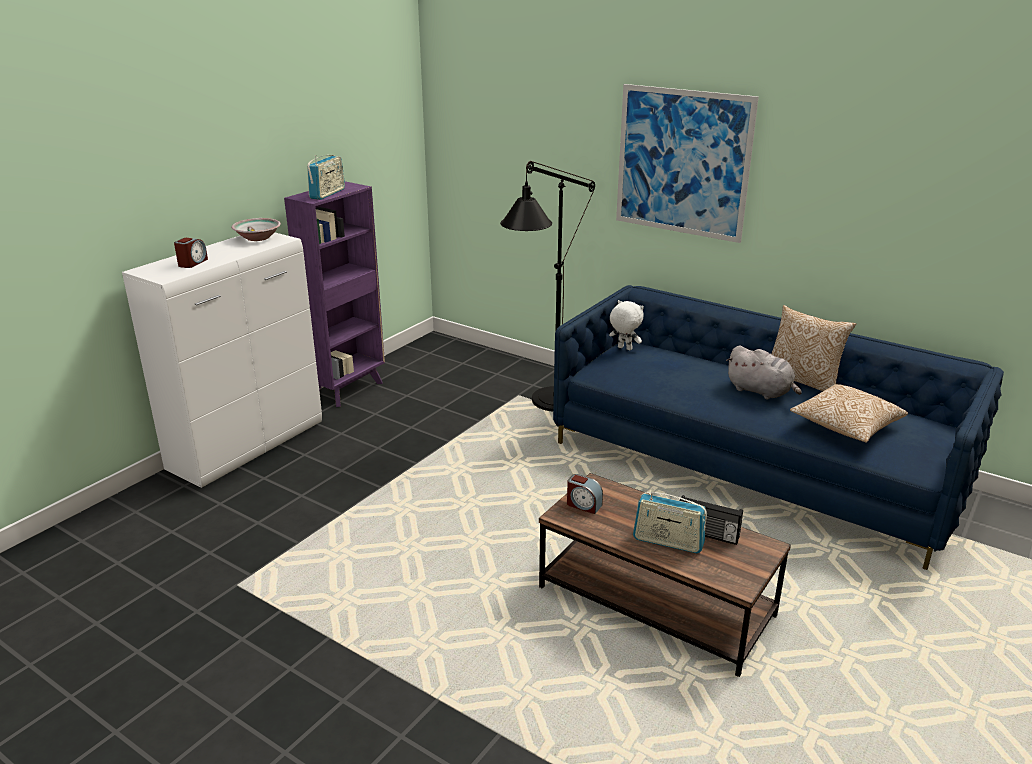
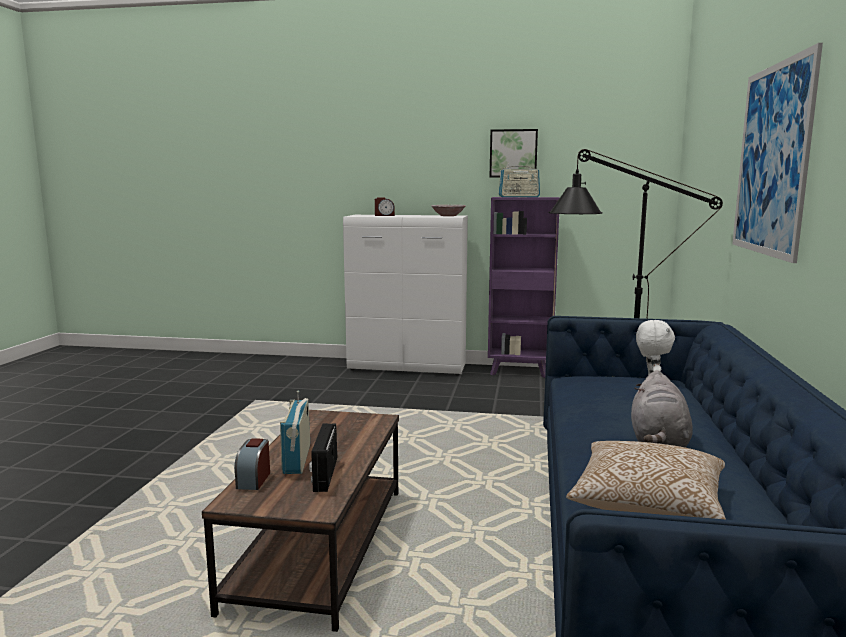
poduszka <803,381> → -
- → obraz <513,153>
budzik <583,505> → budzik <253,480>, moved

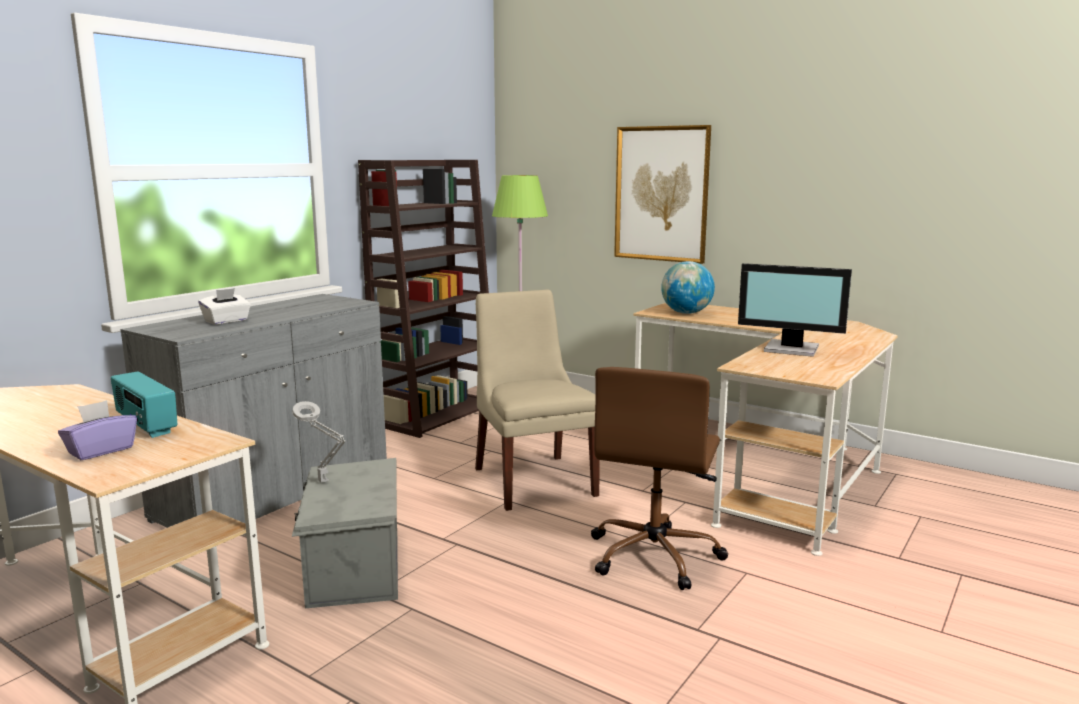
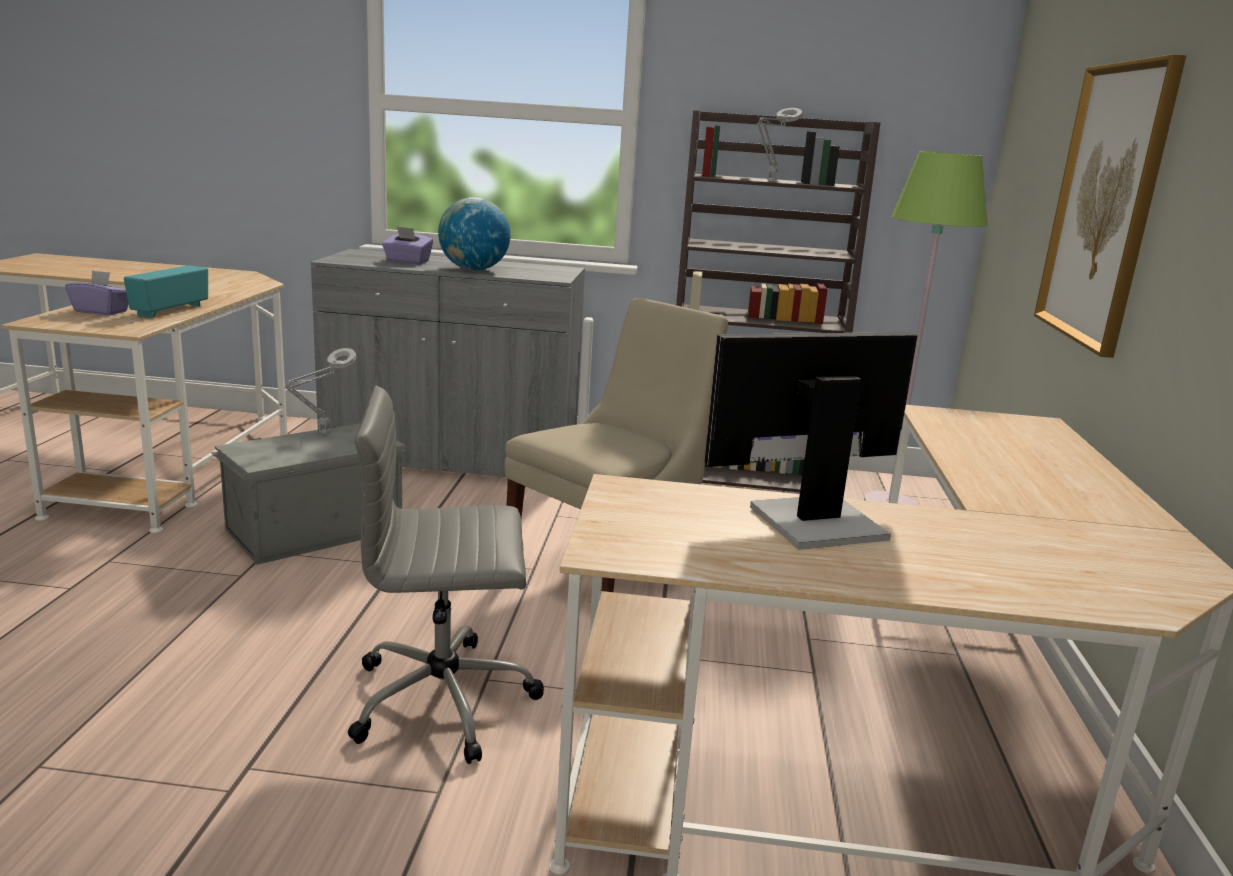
- → lampa stołowa/szary <770,181>
globus <686,313> → globus <473,270>, moved
pudełko chusteczek/biały <227,321> → pudełko chusteczek/fioletowy <407,261>
krzesło biurowe/brązowy <654,555> → krzesło biurowe/szary <446,699>
monitor <792,349> → monitor <812,521>, 75 degrees clockwise

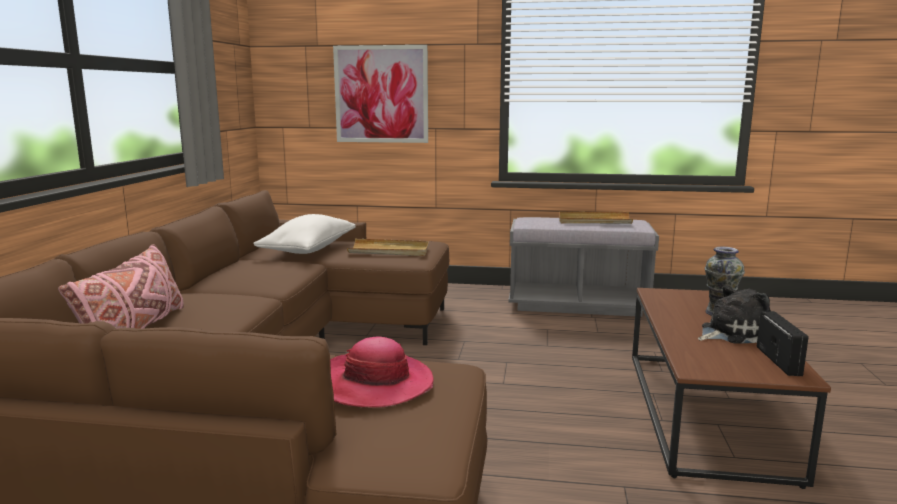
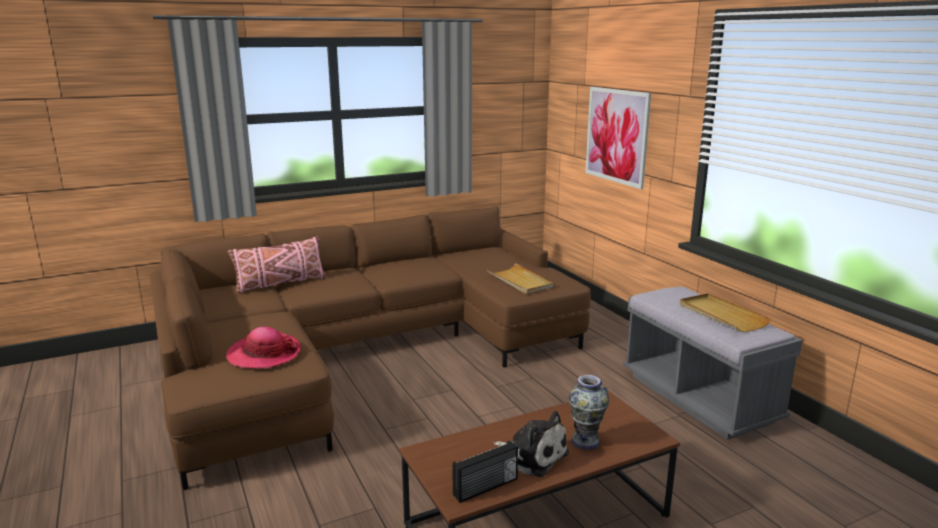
poduszka/biały <308,250> → -

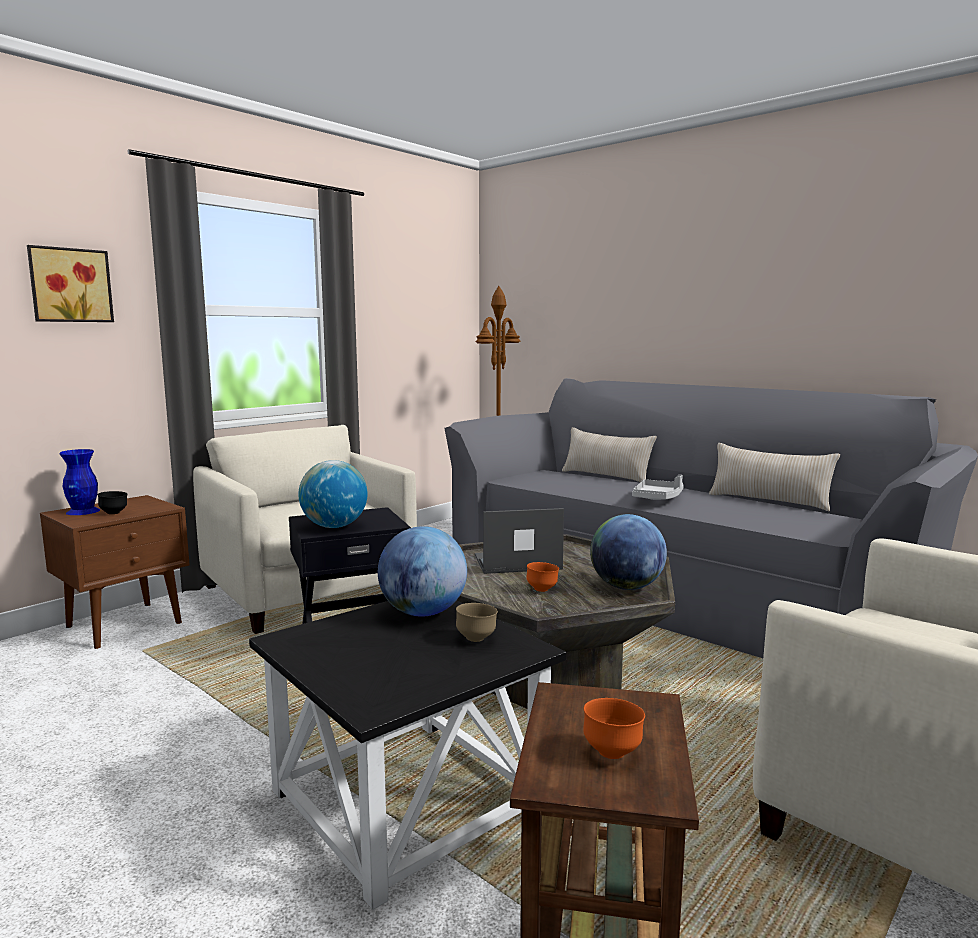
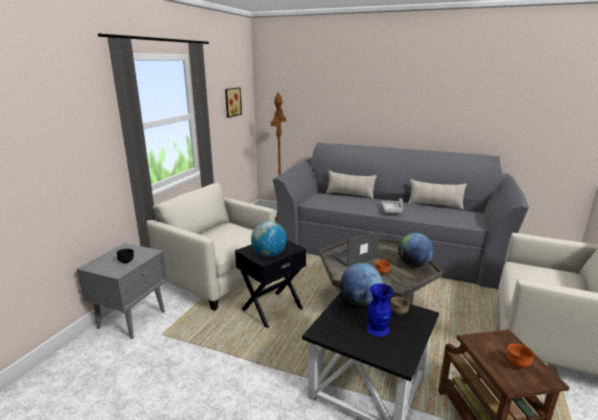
obraz <70,285> → obraz <232,102>, moved
wazon/niebieski <83,511> → wazon/niebieski <378,329>, moved
szafka nocna/brązowy <126,624> → szafka nocna/szary <133,319>

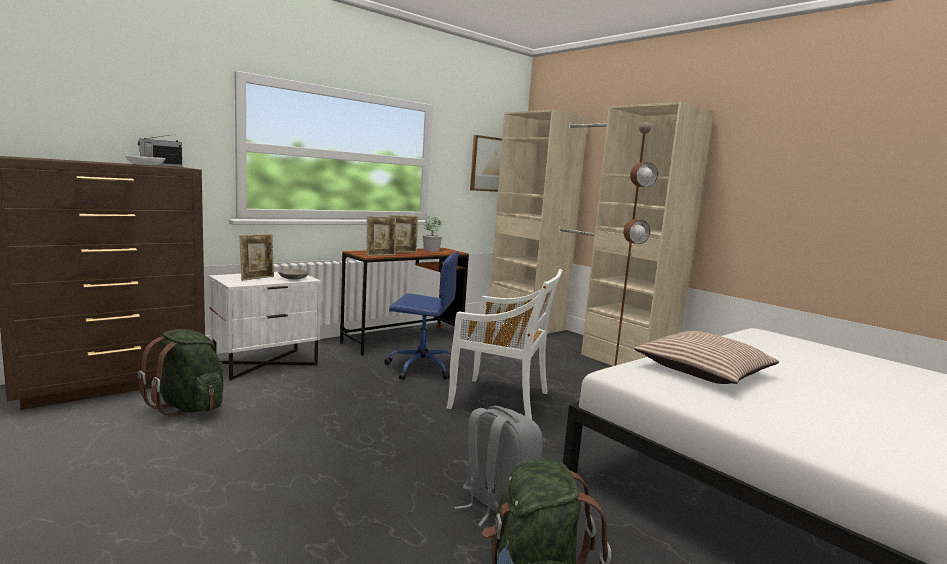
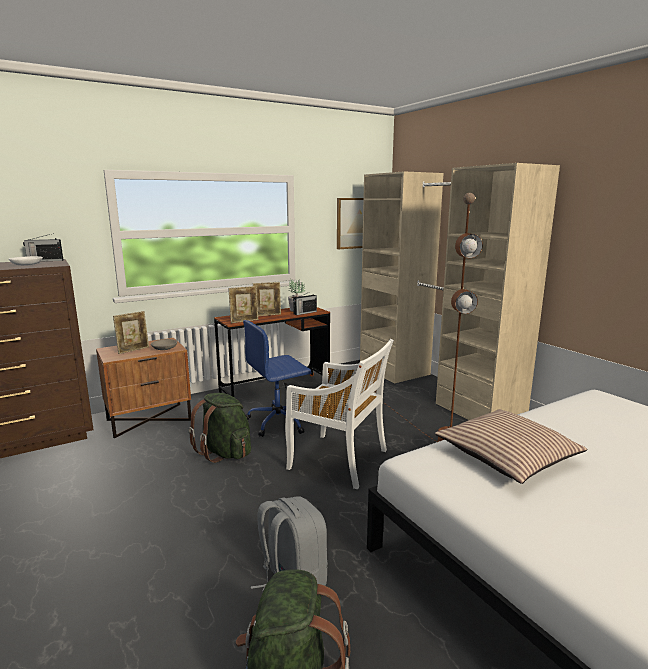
- → radio <304,313>
plecak/zielony <188,407> → plecak/zielony <225,452>, moved
szafka nocna/biały <266,363> → szafka nocna/brązowy <149,419>
krzesło biurowe/niebieski <420,367> → krzesło biurowe/niebieski <279,422>, 135 degrees clockwise

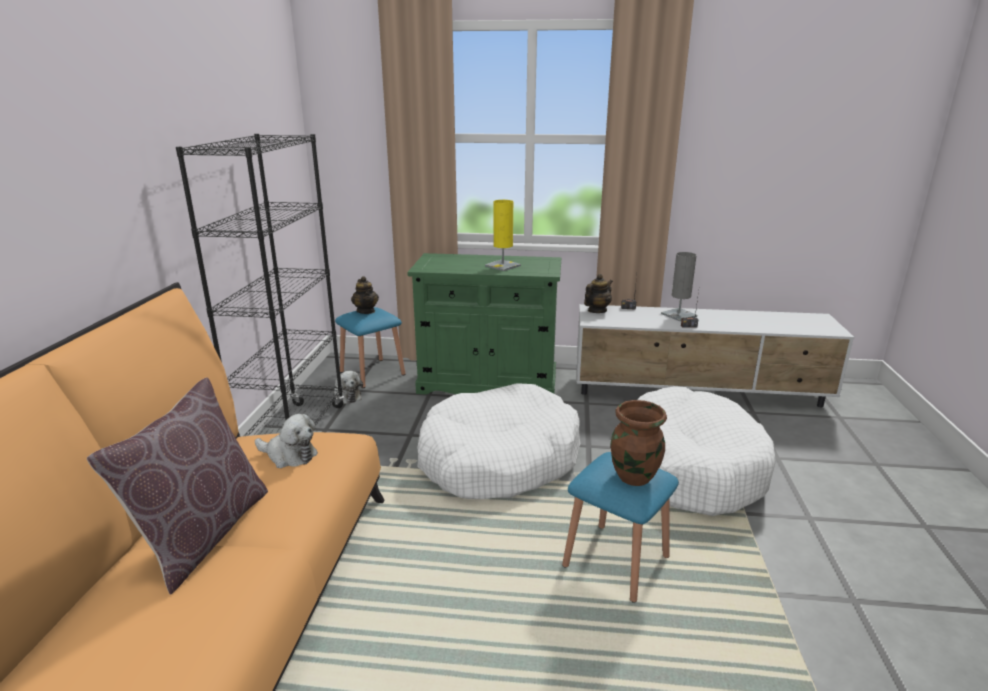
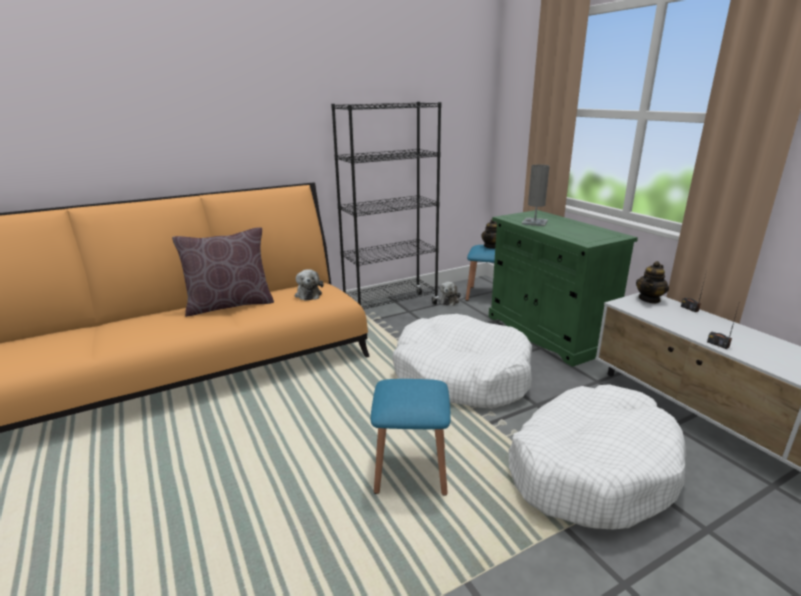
lampa stołowa/żółty <503,266> → -
wazon/brązowy <634,477> → -
lampa stołowa/szary <678,315> → lampa stołowa/szary <534,222>, moved
imbryk <597,311> → imbryk <649,299>, 120 degrees clockwise

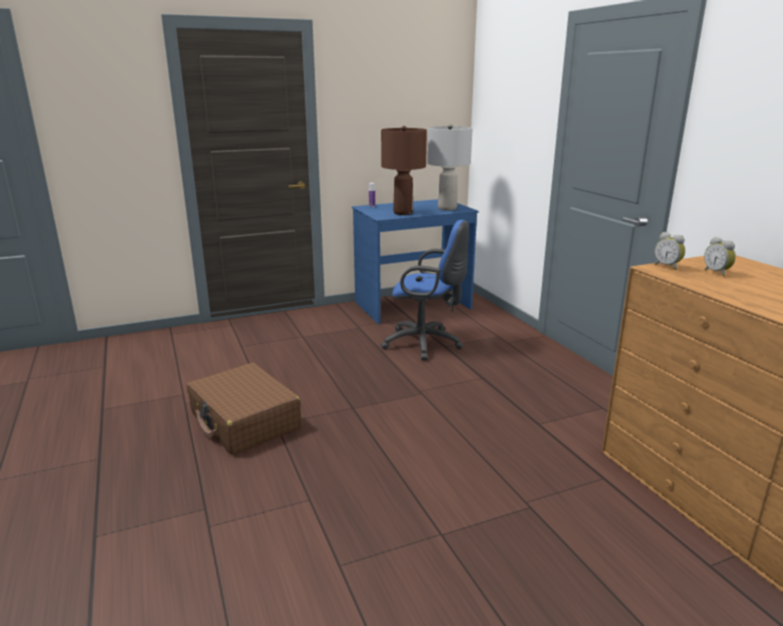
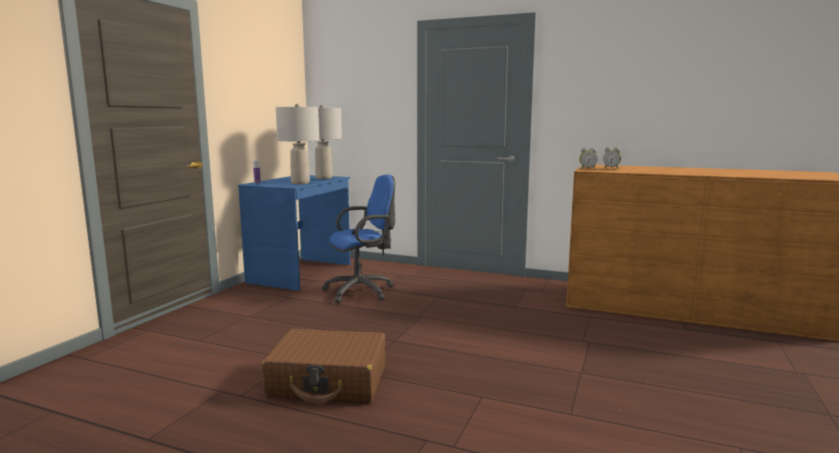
lampa stołowa/brązowy <402,213> → lampa stołowa/szary <300,183>

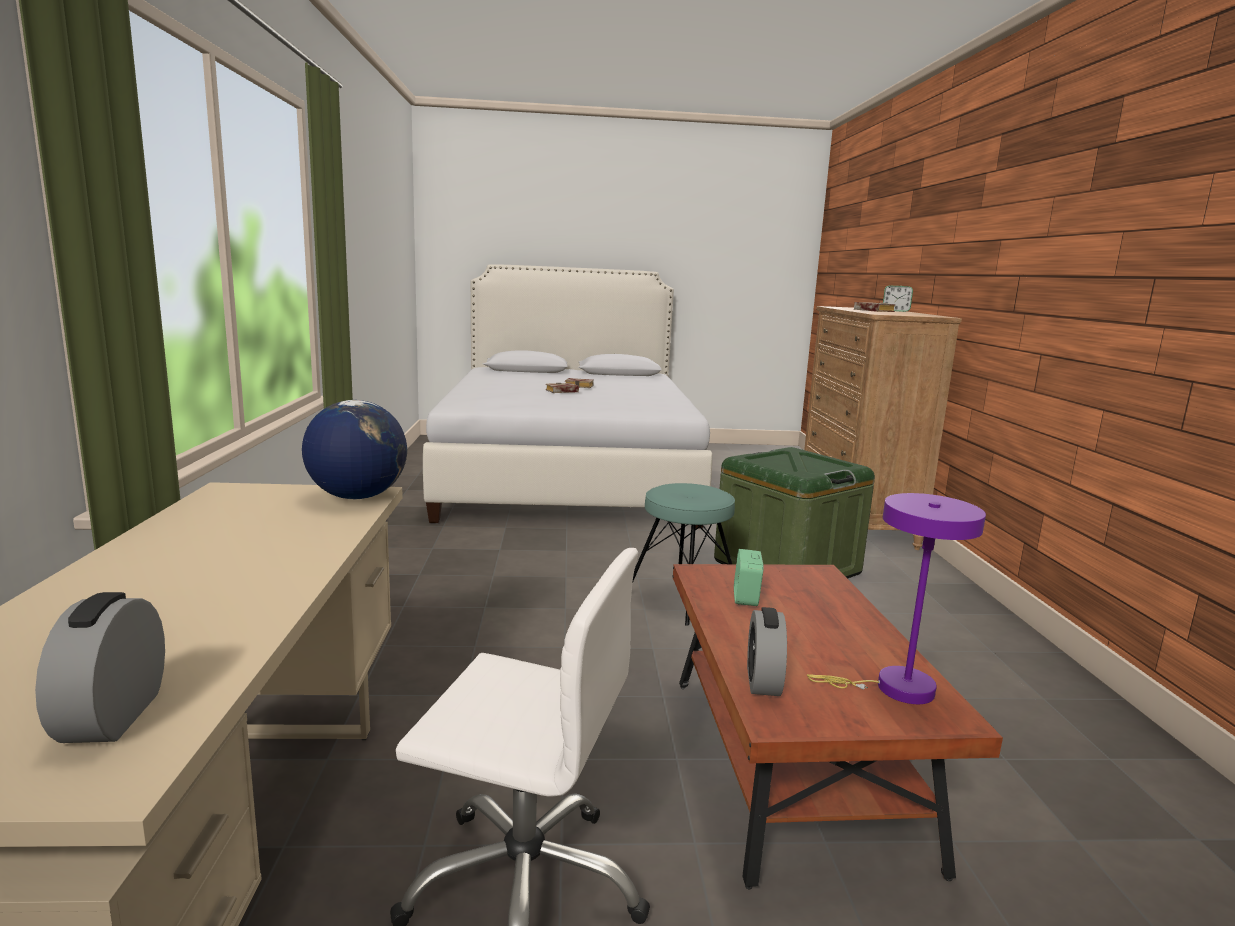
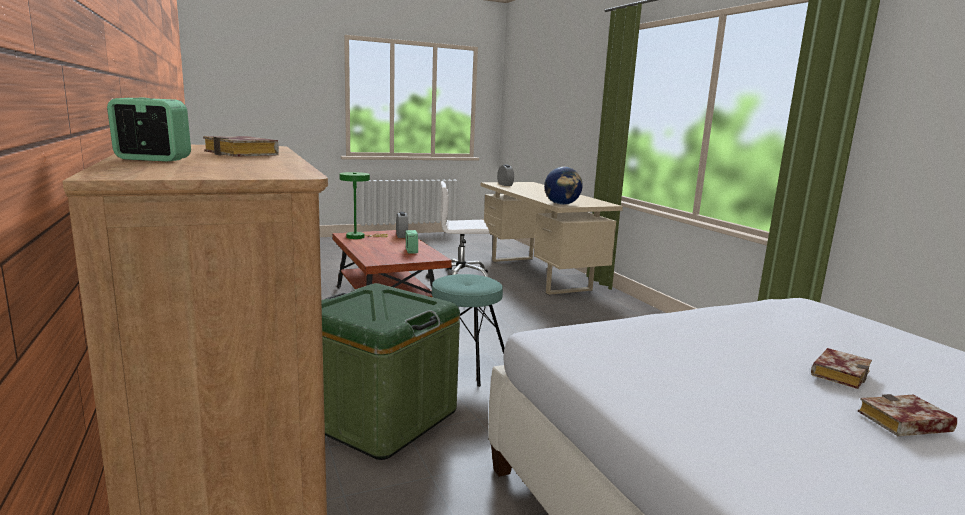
lampa stołowa/fioletowy <894,689> → lampa stołowa/zielony <359,237>

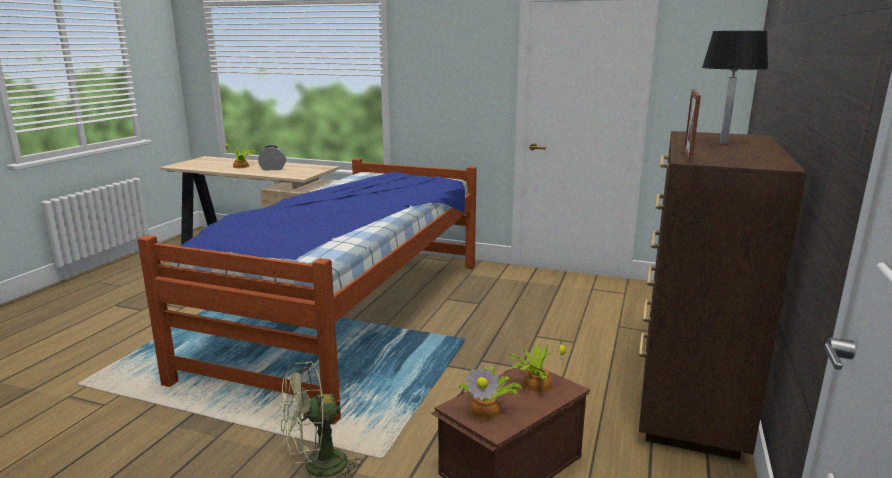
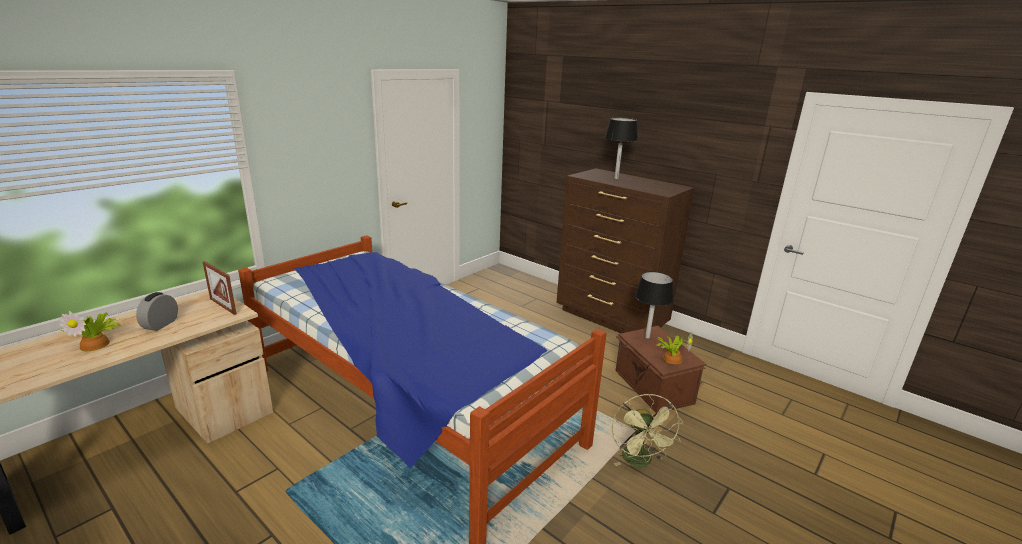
ramka na zdjęcie <687,156> → ramka na zdjęcie <223,306>, moved
roślina doniczkowa <536,383> → lampa stołowa/czarny <647,337>

